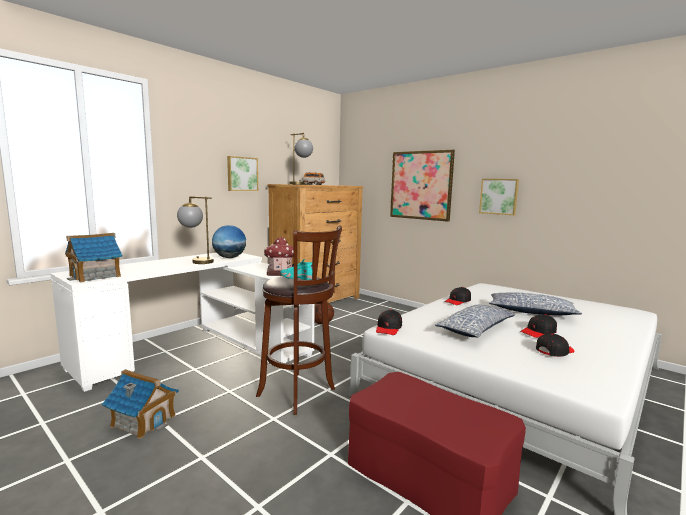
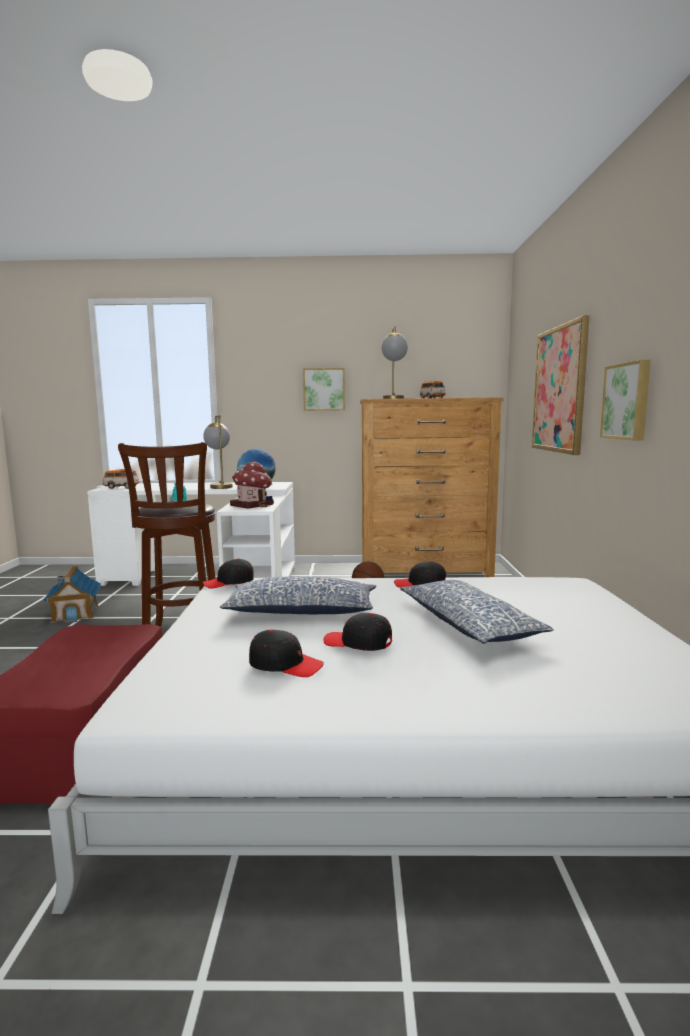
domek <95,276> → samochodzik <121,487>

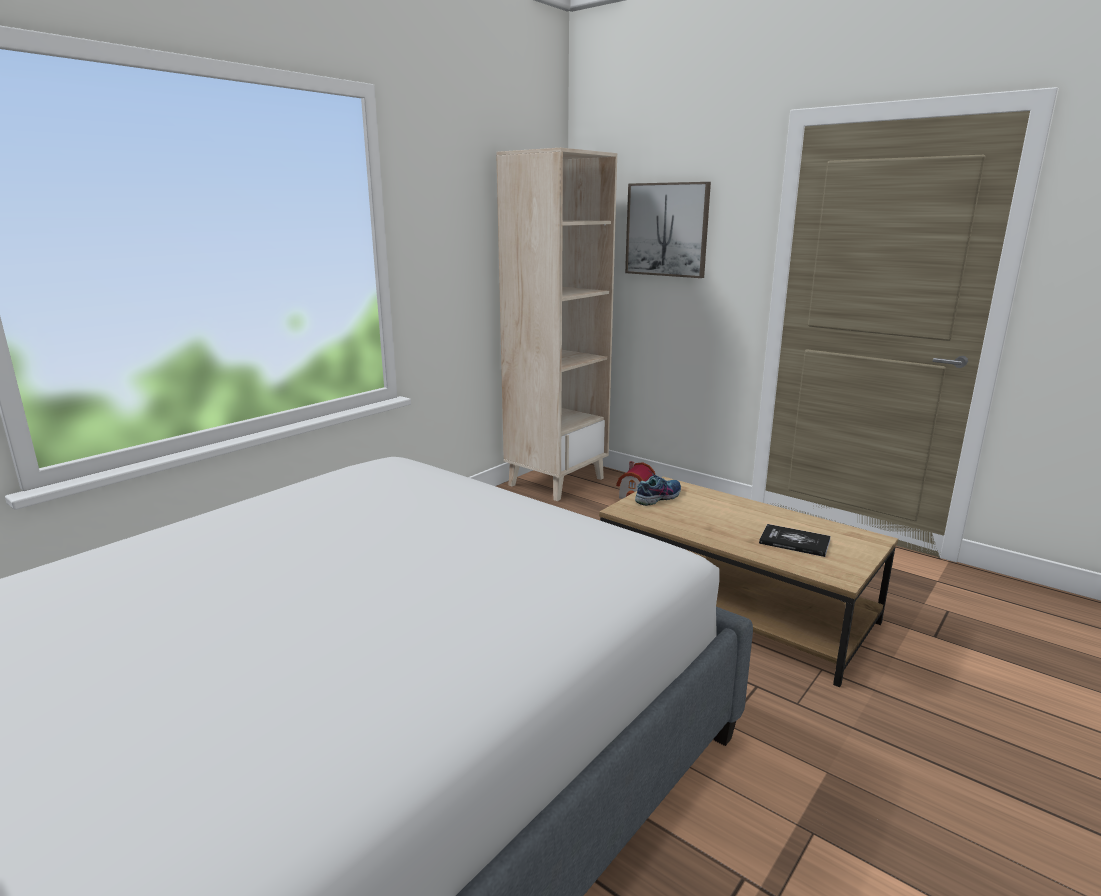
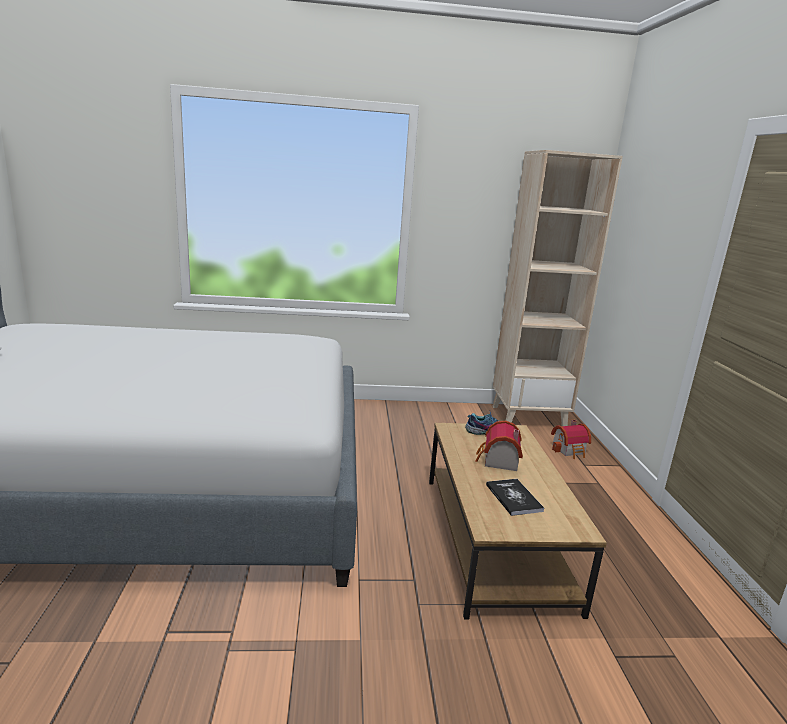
obraz <667,229> → -
- → domek <498,461>

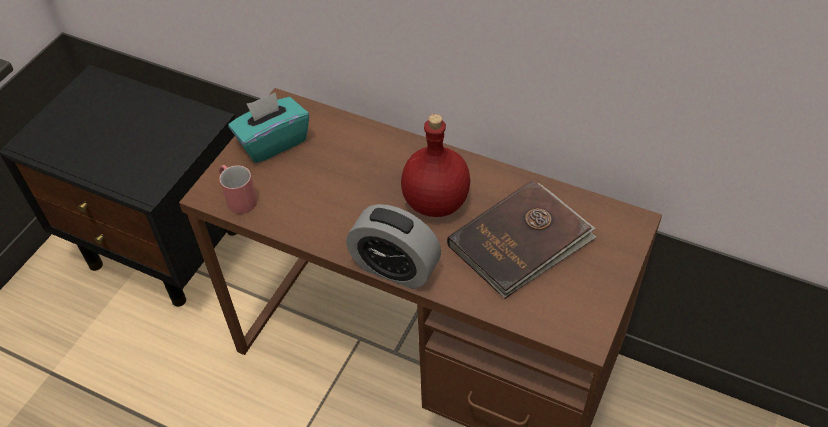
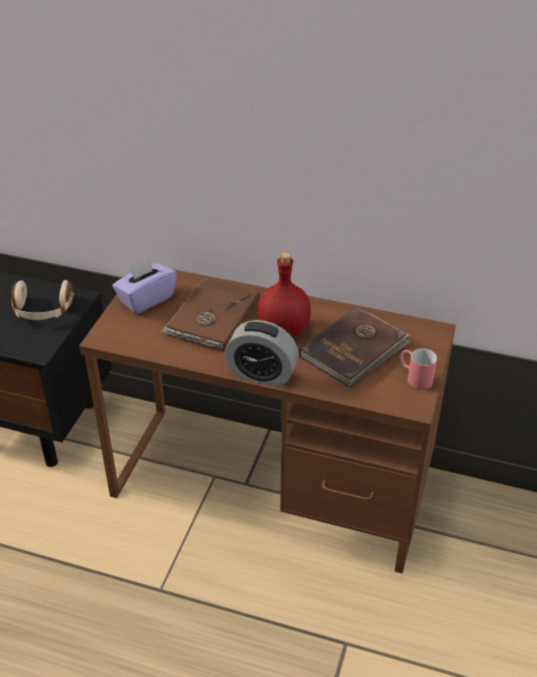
- → słuchawki/beżowy <43,310>
- → książka/brązowy <212,317>
kubek/czerwony <238,197> → kubek/czerwony <414,377>, moved
pudełko chusteczek/turkusowy <273,142> → pudełko chusteczek/fioletowy <146,299>

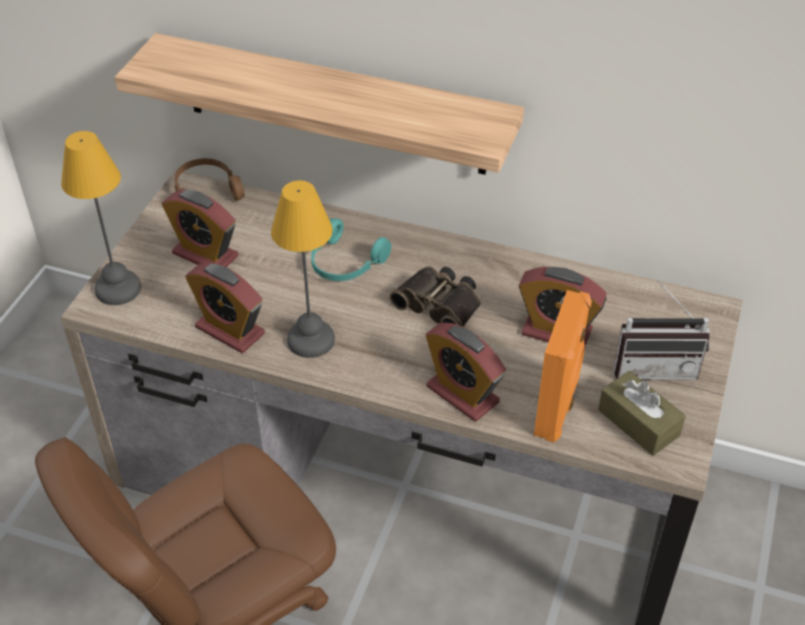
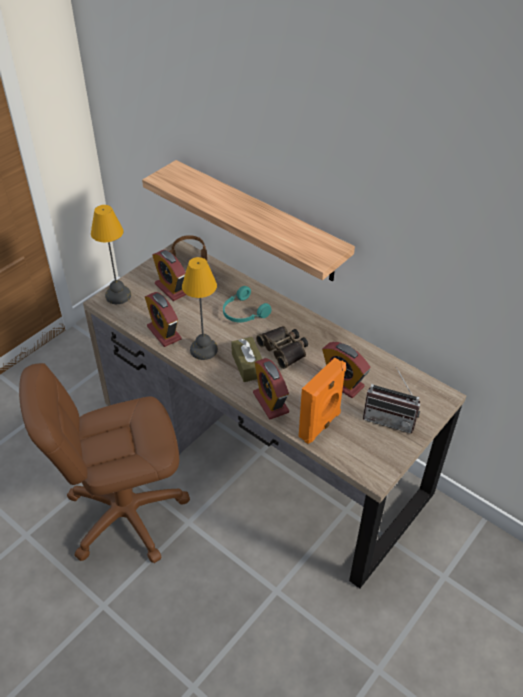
pudełko chusteczek/brązowy <638,423> → pudełko chusteczek/brązowy <248,365>, moved

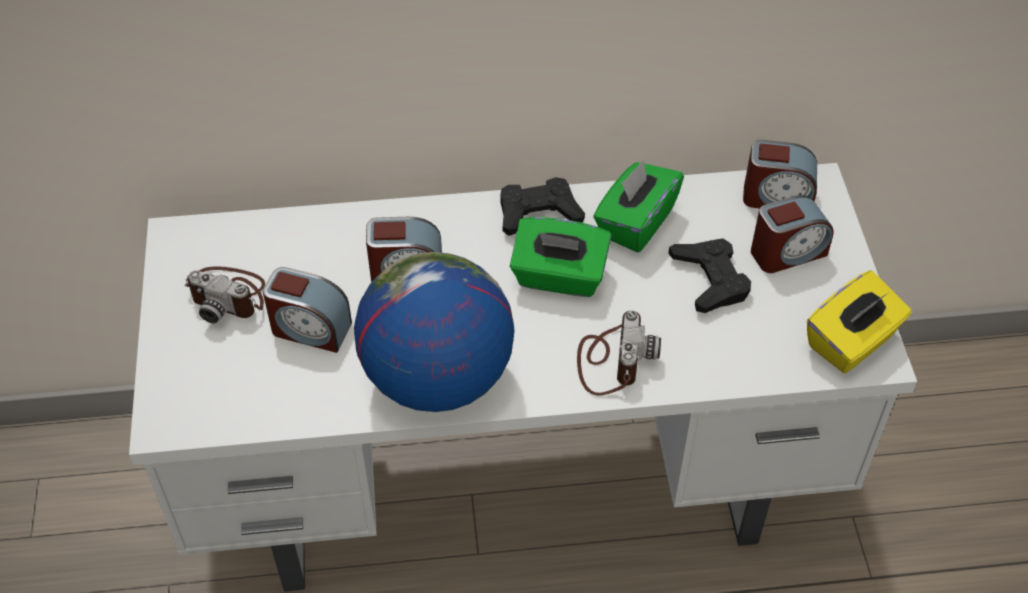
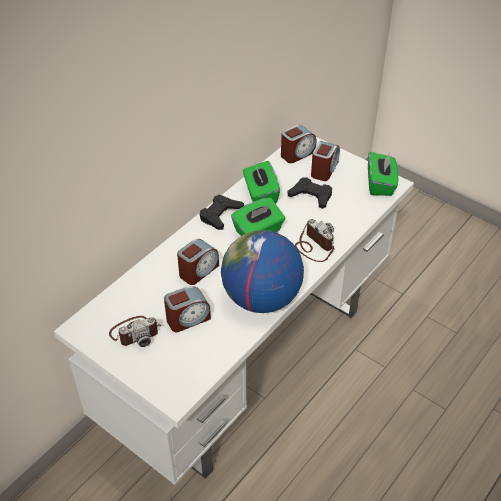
pudełko chusteczek/żółty <852,342> → pudełko chusteczek/zielony <380,184>

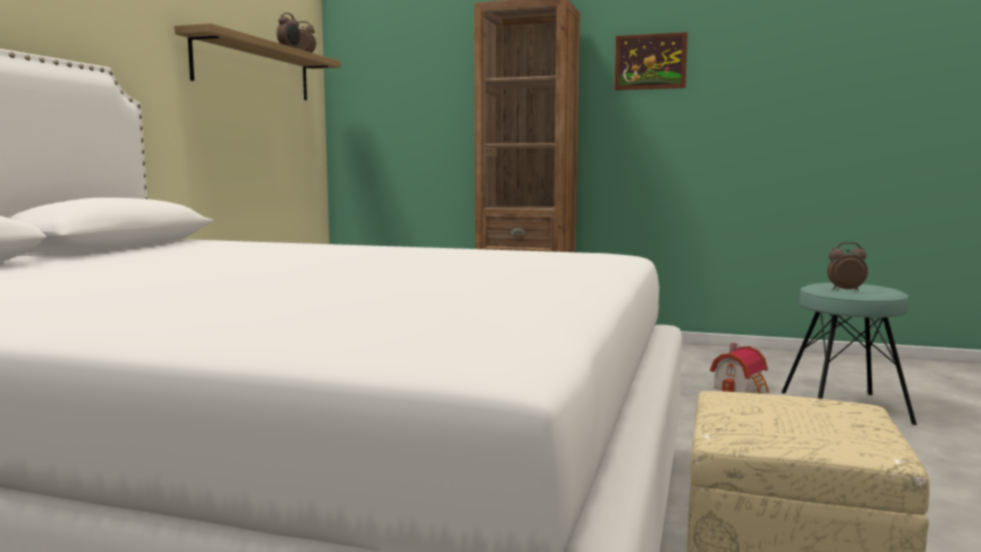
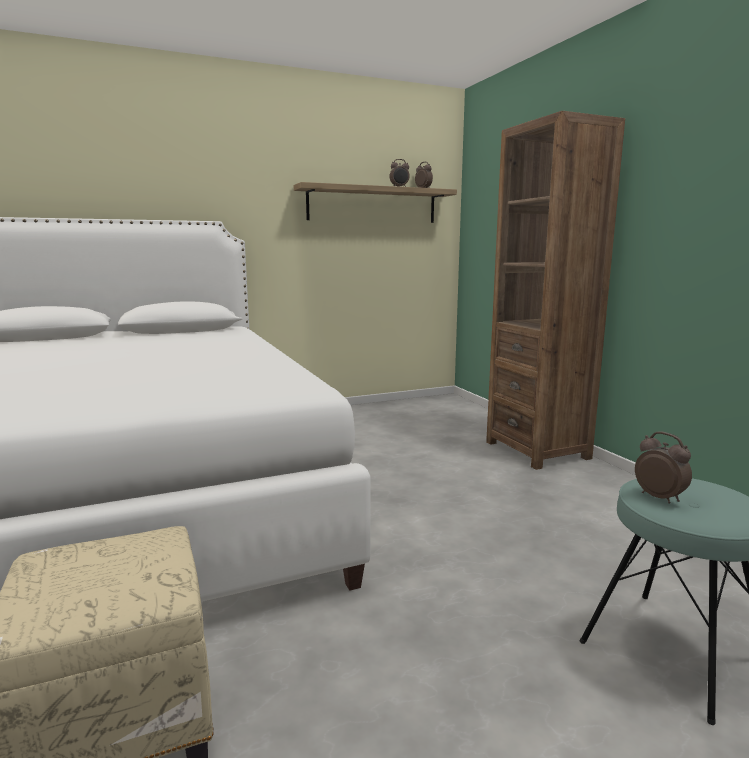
obraz <650,62> → -
domek <741,388> → -

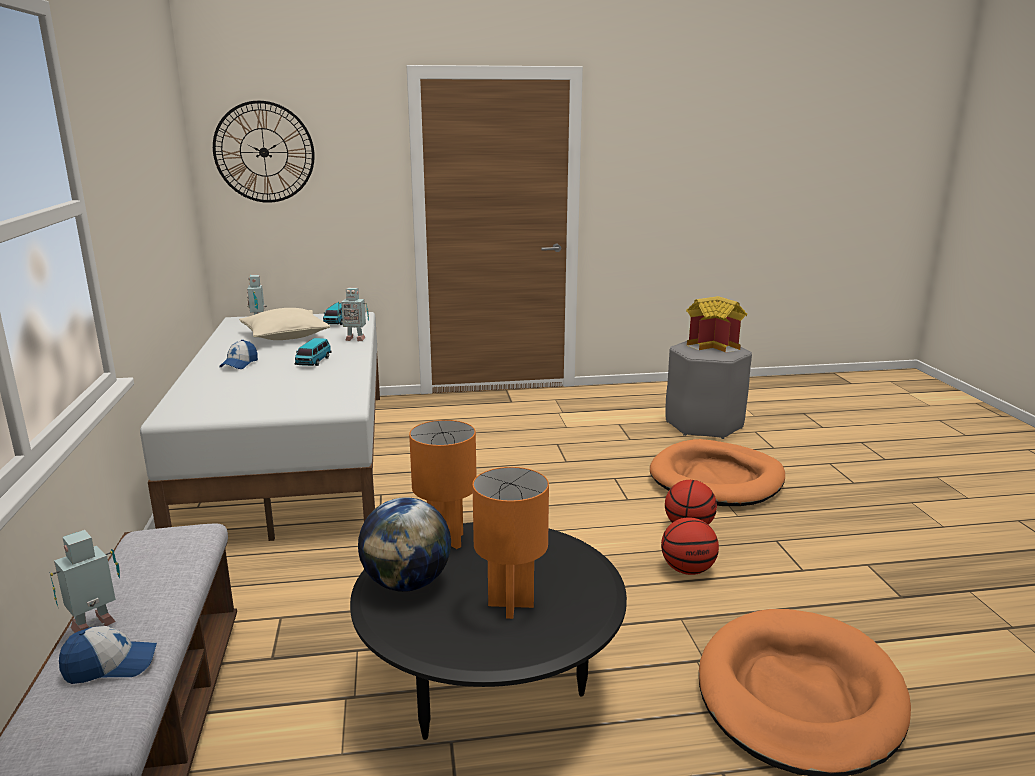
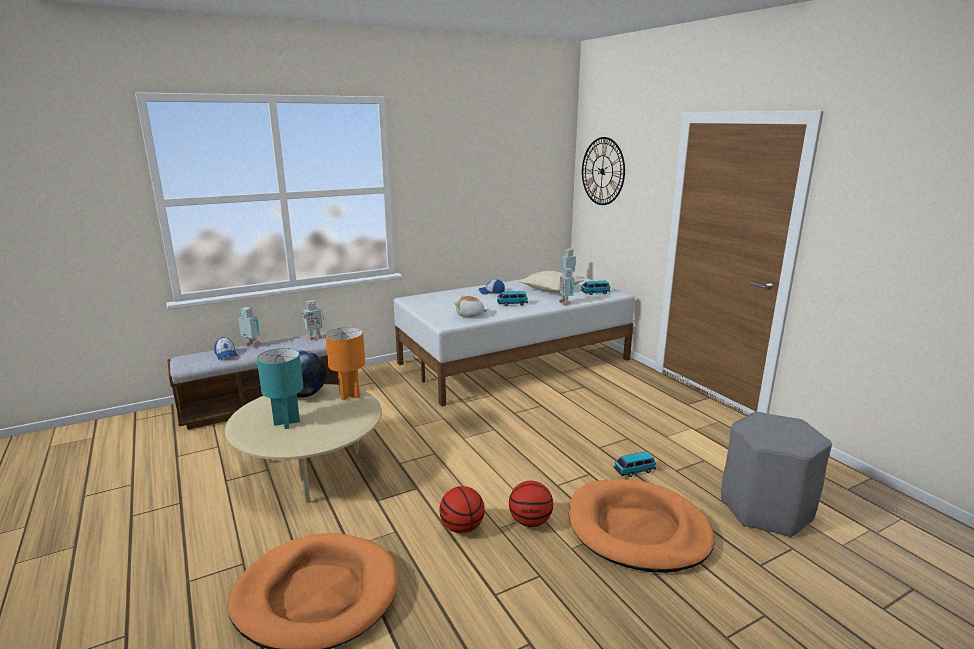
domek <715,346> → -
- → robot zabawkowy <314,337>
- → pluszak <470,315>
- → samochodzik <634,470>
ława/czarny <490,685> → ława/beżowy <312,471>
lampa stołowa/pomarańczowy <510,605> → lampa stołowa/turkusowy <286,422>

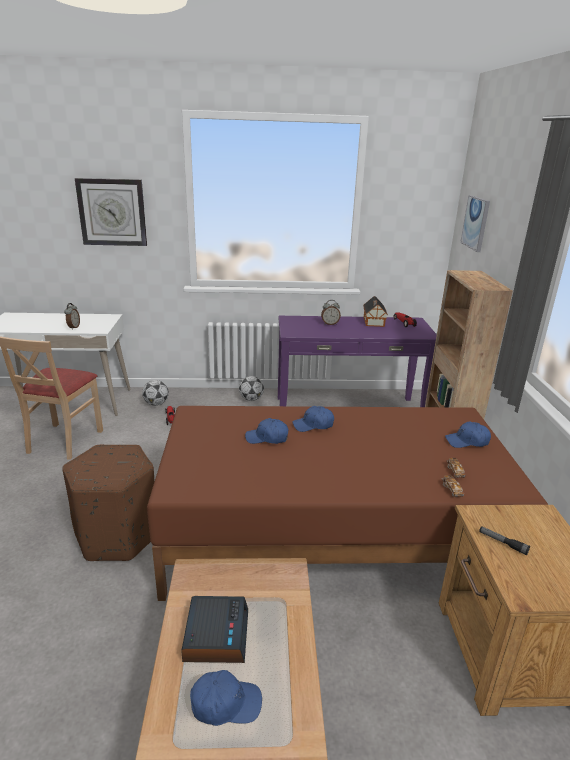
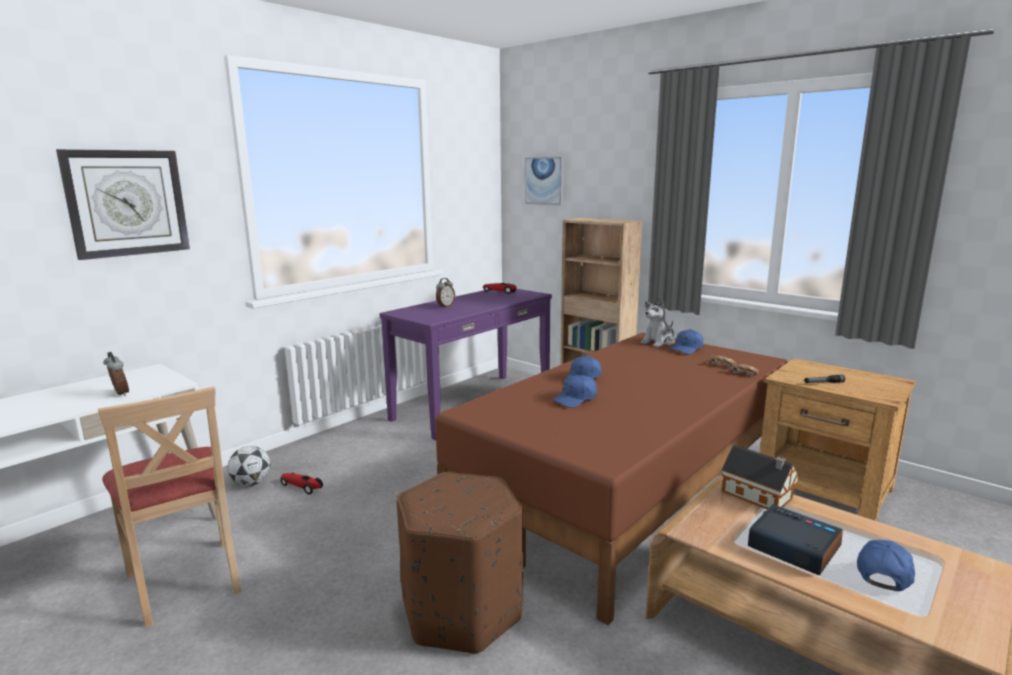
piłka futbolowa <251,399> → -
- → pluszak <658,342>
domek <373,322> → domek <759,496>, moved

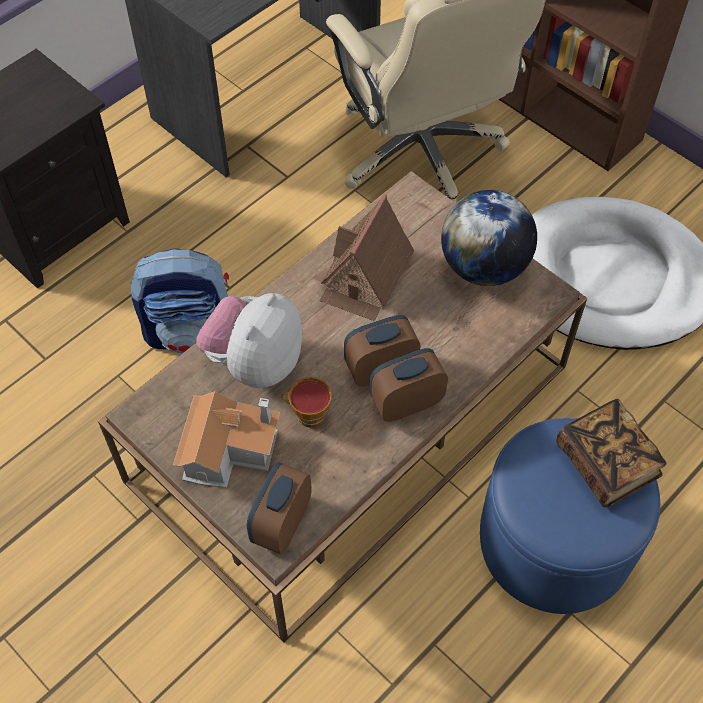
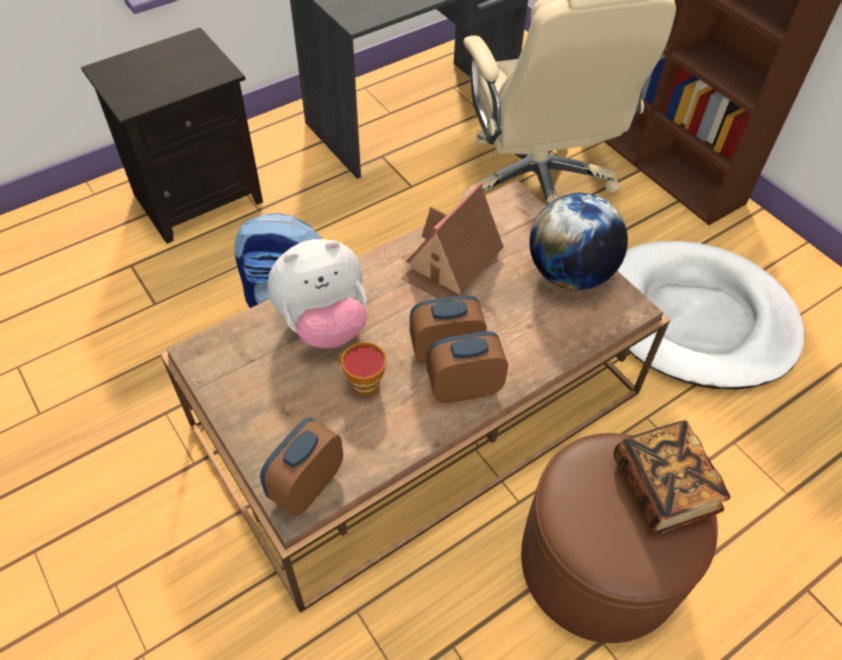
domek <229,448> → -
pufa/niebieski <555,540> → pufa/brązowy <600,561>
pluszak <255,362> → pluszak <324,324>, 150 degrees counterclockwise

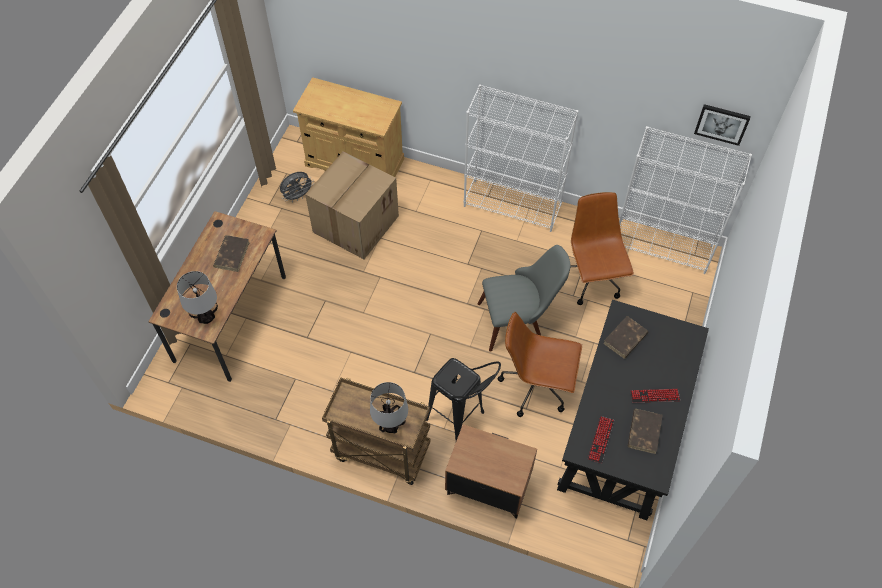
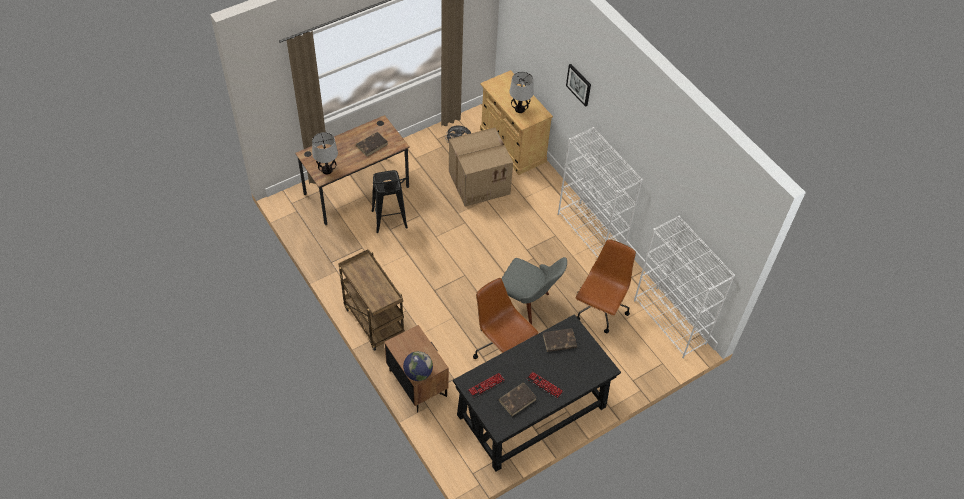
- → globus <418,373>
lampa stołowa <390,426> → lampa stołowa <519,109>, moved
stołek/czarny <462,421> → stołek/czarny <390,224>, moved
obraz <722,123> → obraz <579,84>, moved

